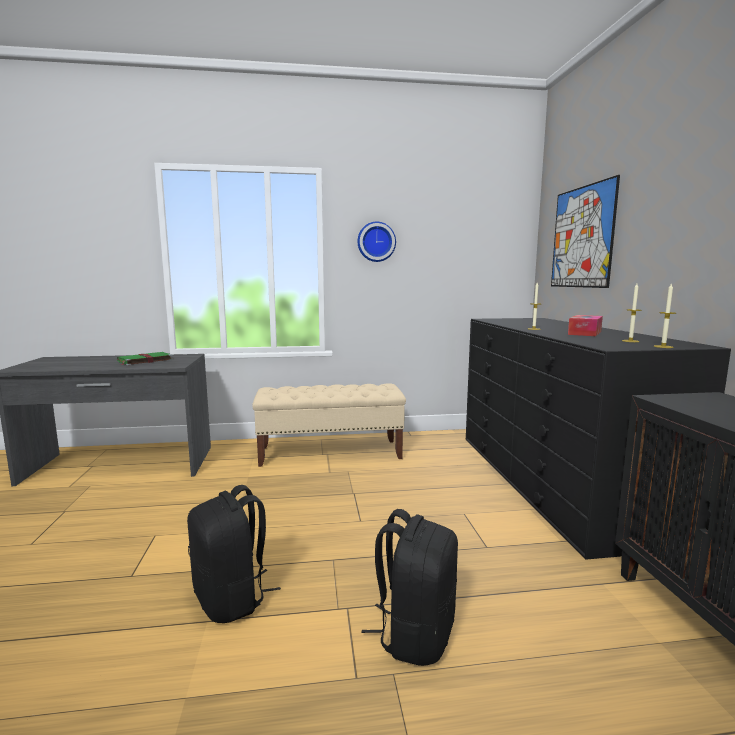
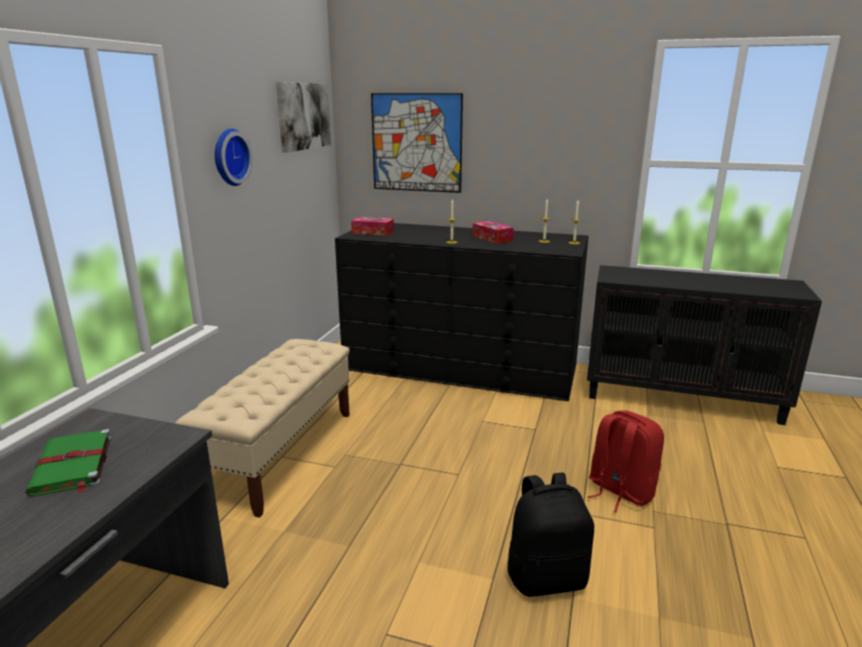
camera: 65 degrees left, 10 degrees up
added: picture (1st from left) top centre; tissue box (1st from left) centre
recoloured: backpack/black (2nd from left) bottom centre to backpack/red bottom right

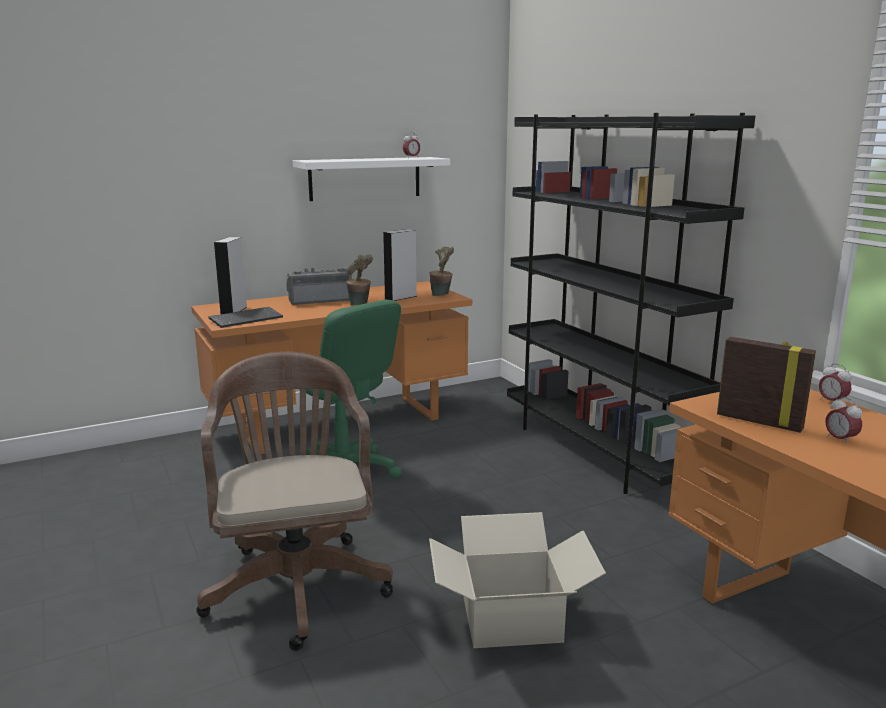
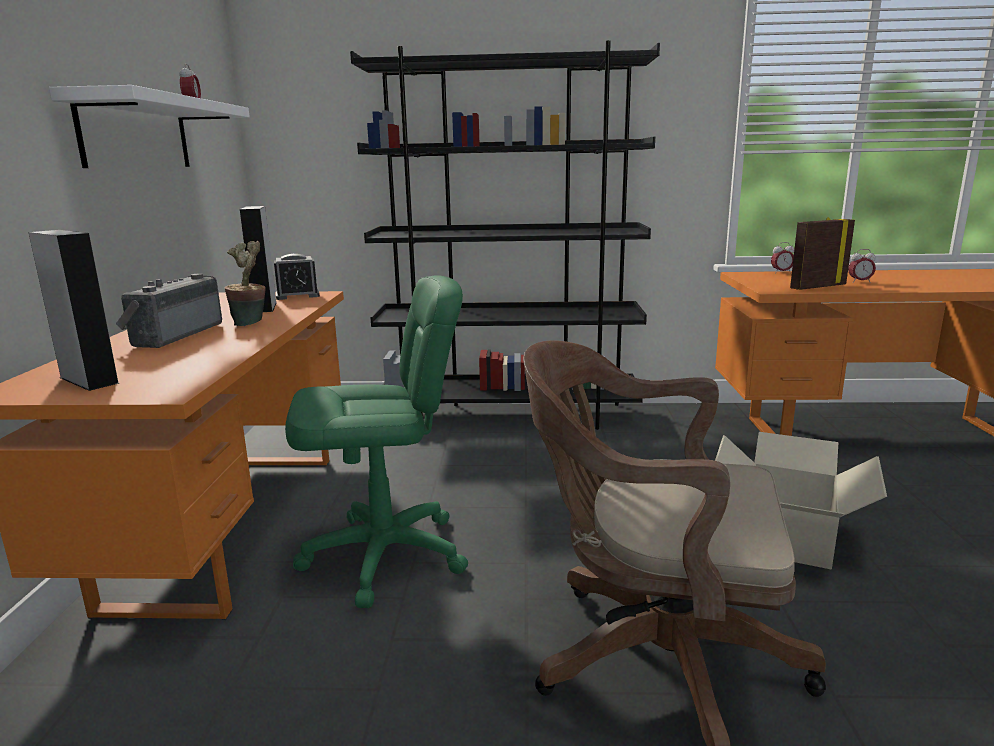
camera: 60 degrees left, 0 degrees up
removed: keyboard middle left
replaced: potted plant (2nd from left) centre to alarm clock (2nd from left) middle left

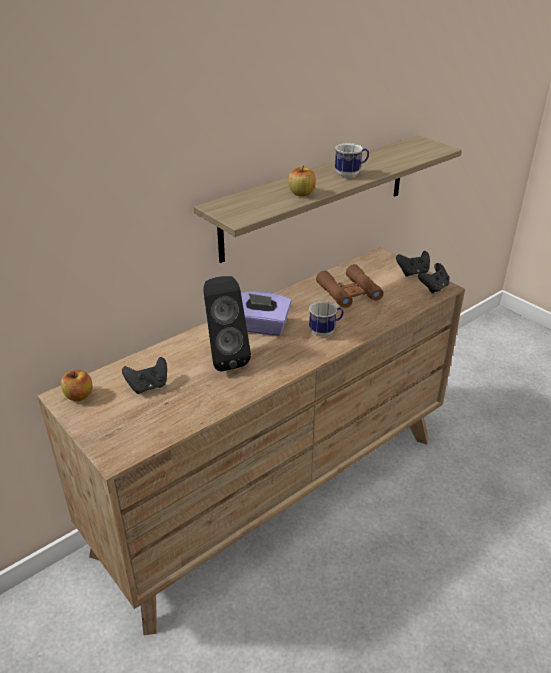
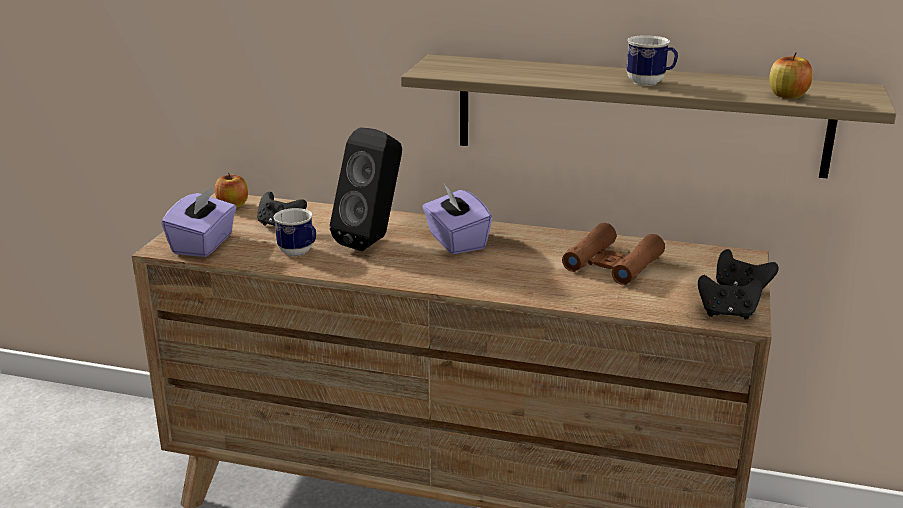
camera: 55 degrees right, 10 degrees down
added: tissue box/purple (1st from left) middle left
moved: apple (2nd from left) top centre to top right; mug (1st from left) centre to middle left

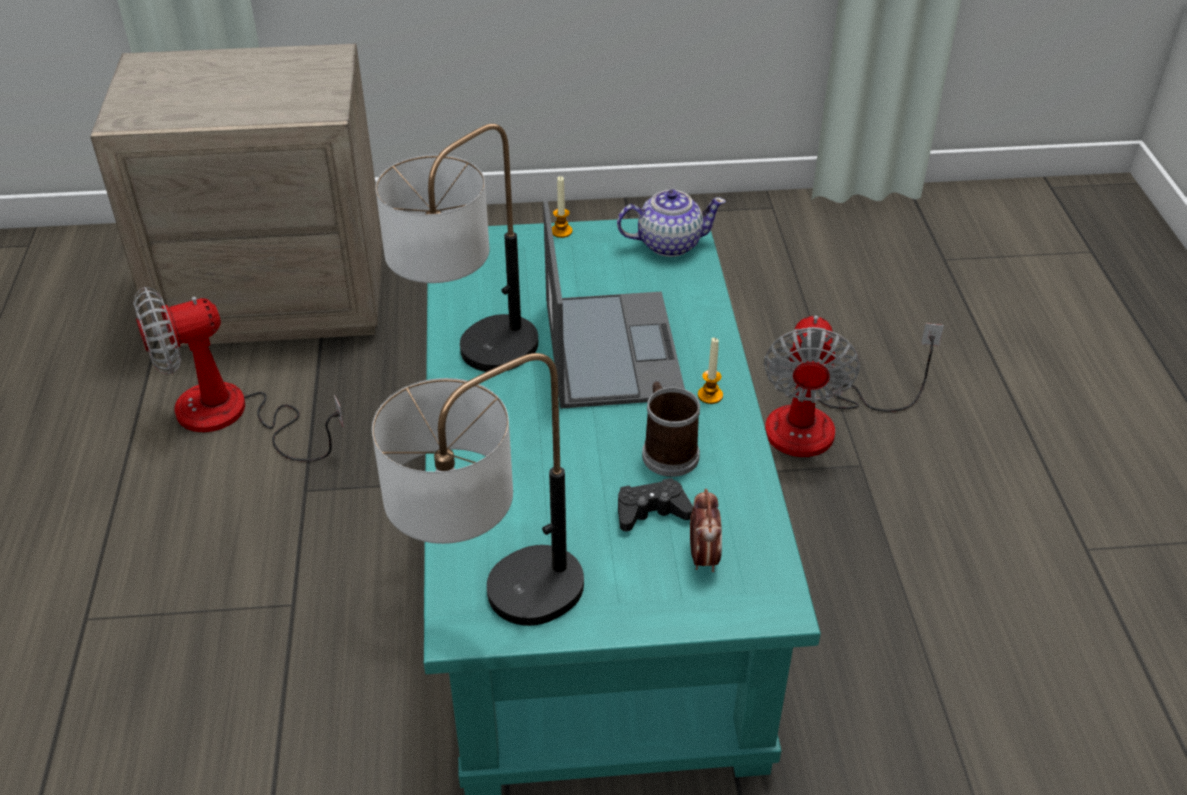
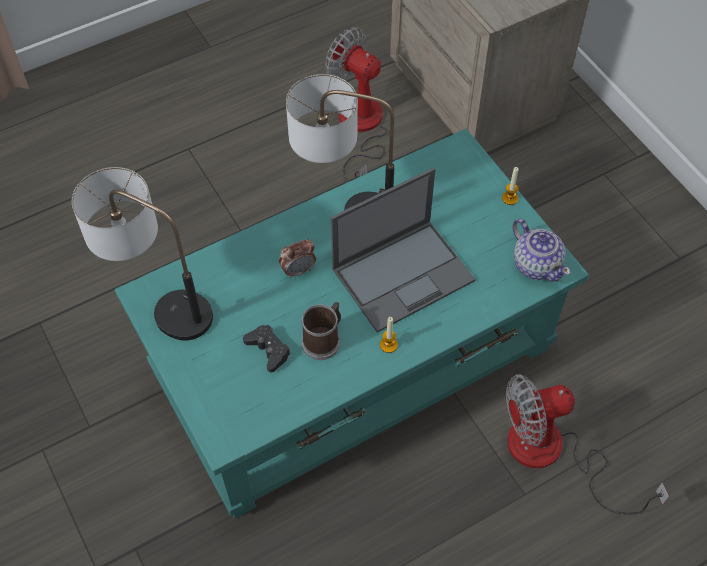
camera: 65 degrees right, 15 degrees up
moved: alarm clock bottom centre to centre

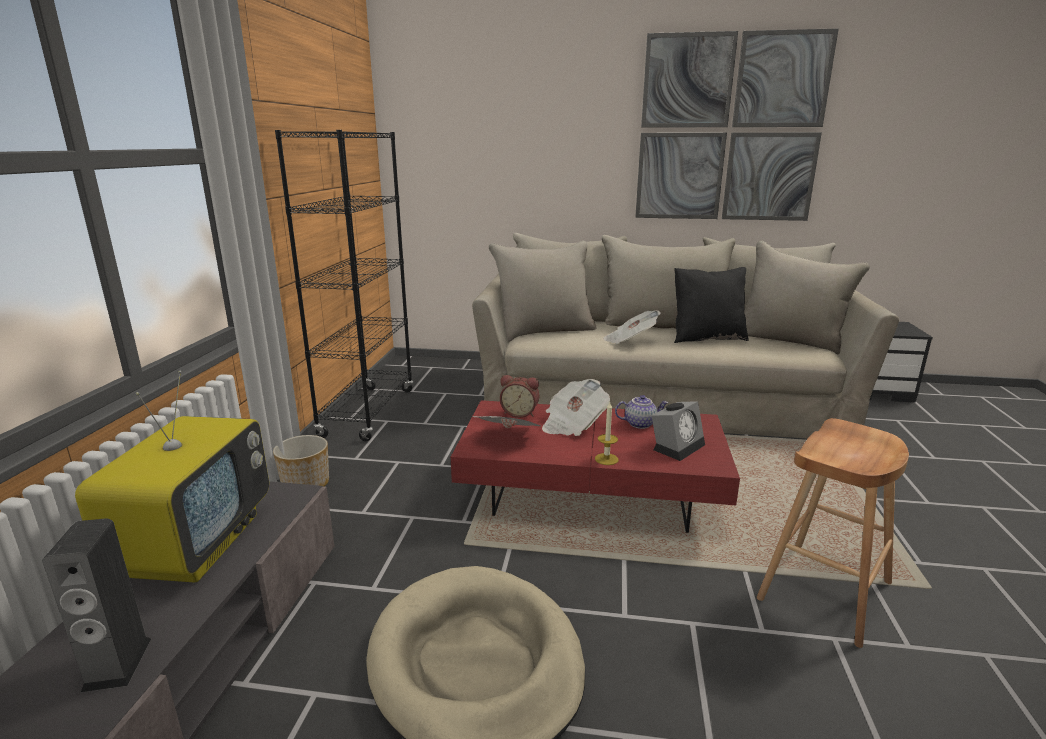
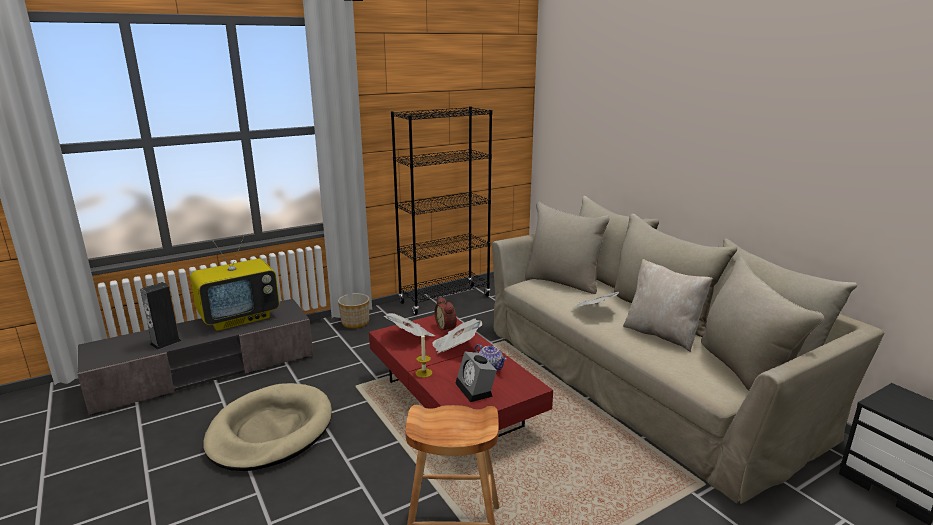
camera: 50 degrees right, 0 degrees up
removed: picture top right
recoloured: pillow/black middle right to pillow/beige middle right
turned: alarm clock (2nd from left) centre = bottom centre 60 degrees clockwise

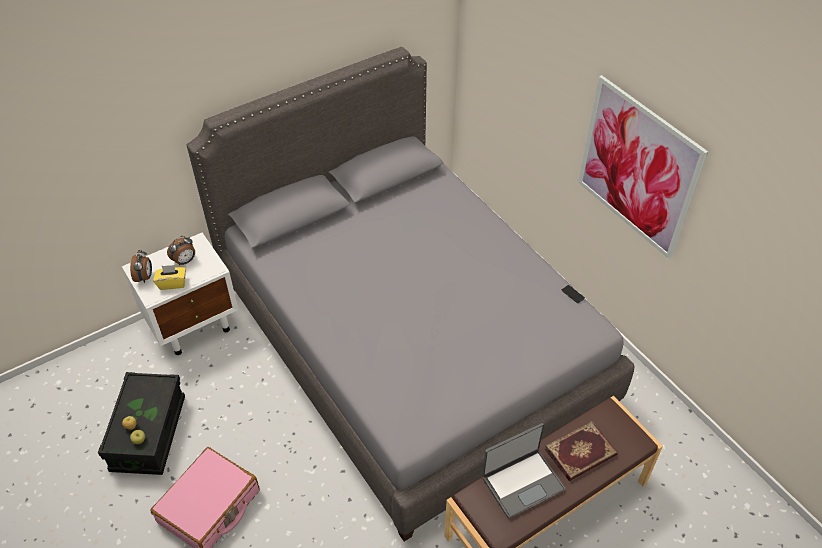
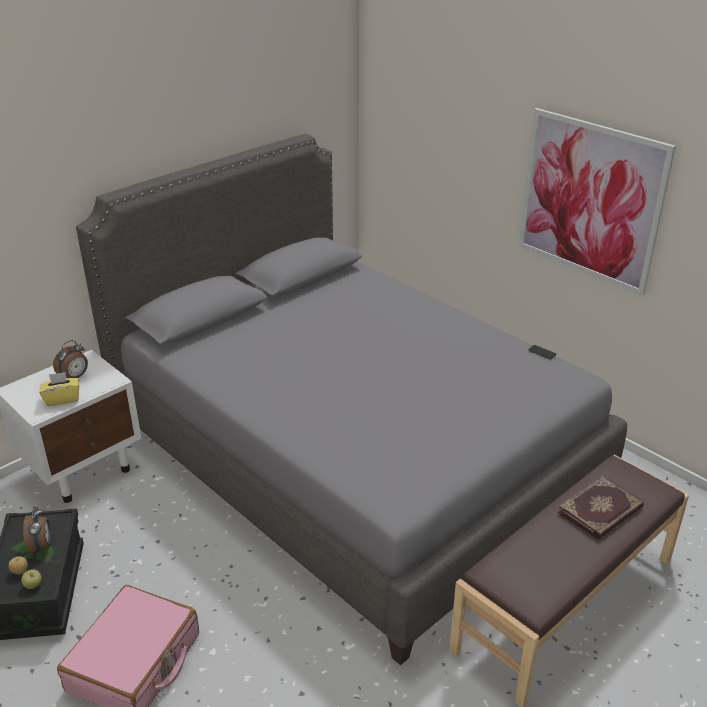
camera: 10 degrees left, 15 degrees down
removed: laptop bottom centre
moved: alarm clock (1st from left) middle left to bottom left

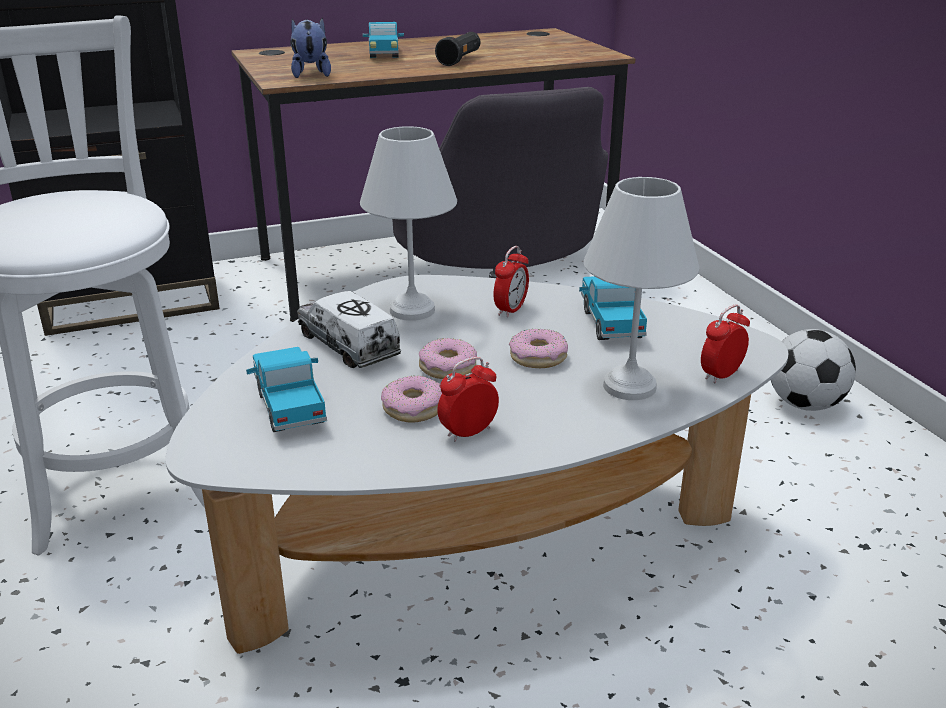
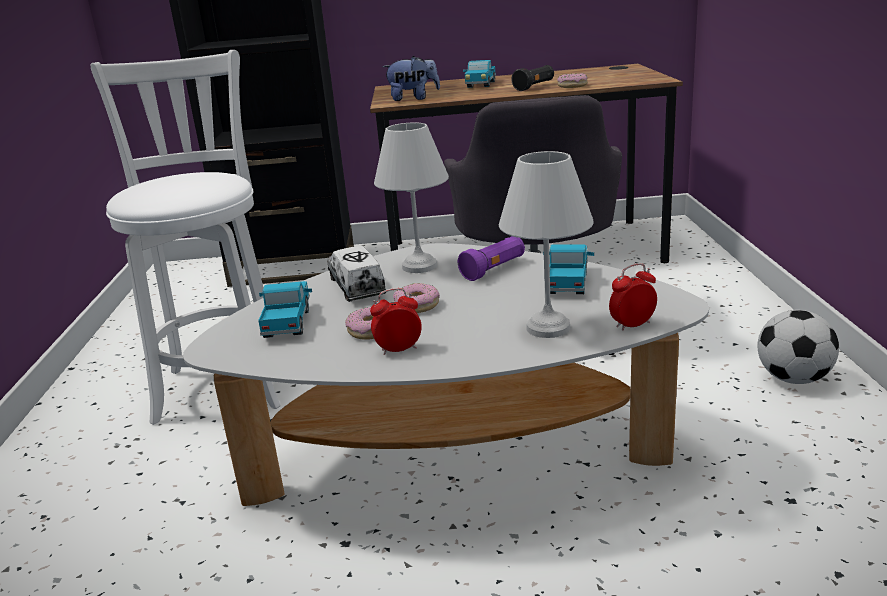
camera: 20 degrees right, 5 degrees down
moved: donut (3rd from left) centre to top centre
replaced: alarm clock (2nd from left) centre to flashlight/purple centre
turned: plush toy top left = top centre 75 degrees clockwise

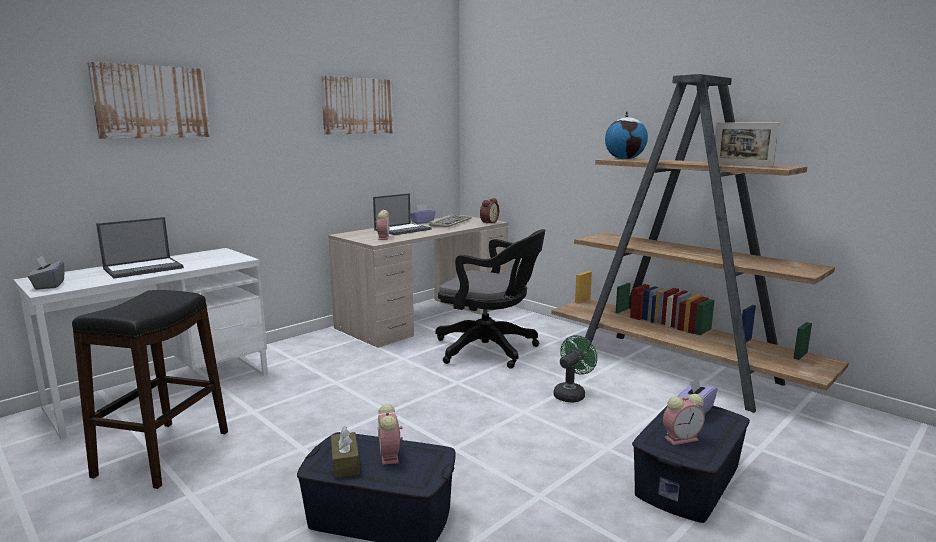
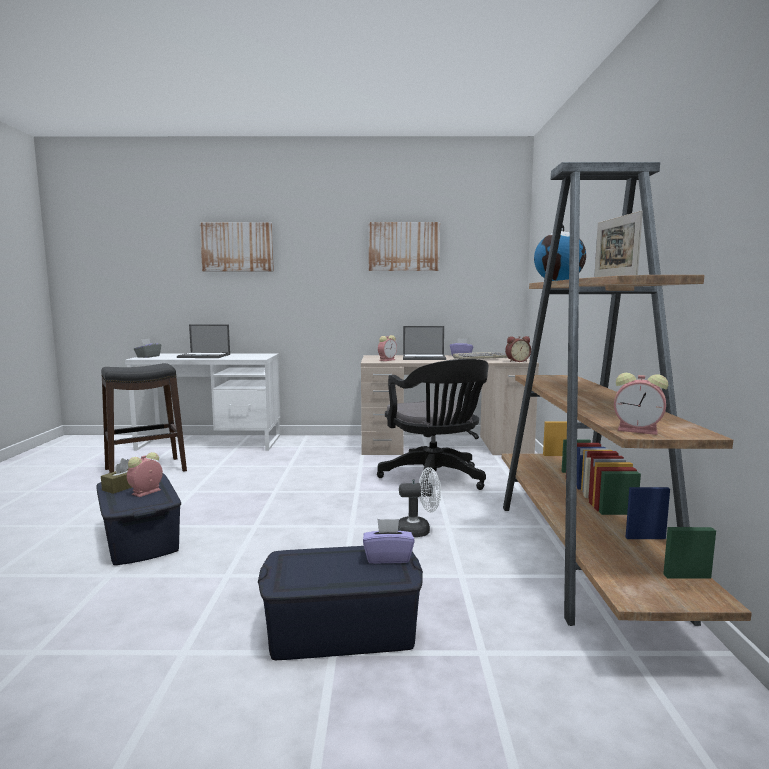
camera: 45 degrees right, 5 degrees down
moved: alarm clock (4th from left) bottom right to middle right
recoloured: fan/green bottom centre to fan/white centre

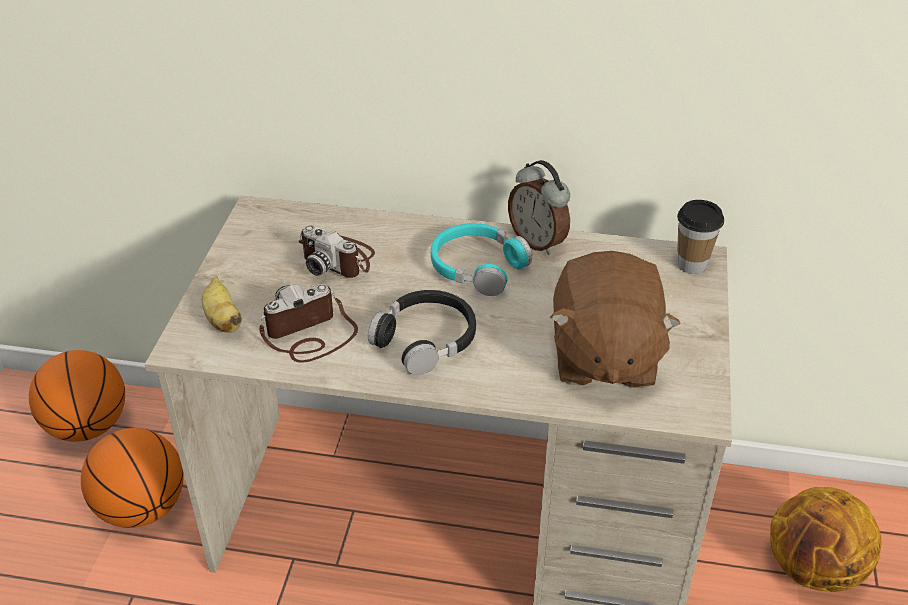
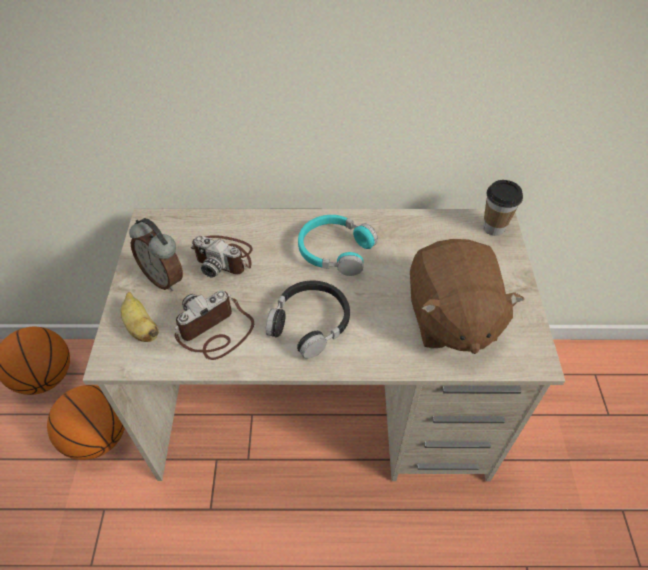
camera: 10 degrees left, 10 degrees up
removed: basketball (3rd from left) bottom right
moved: alarm clock centre to middle left

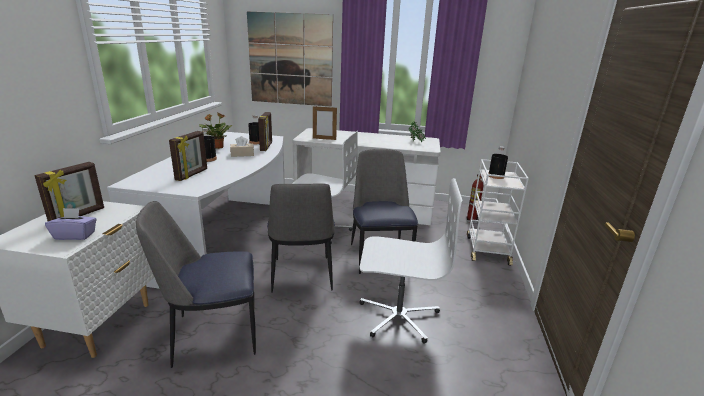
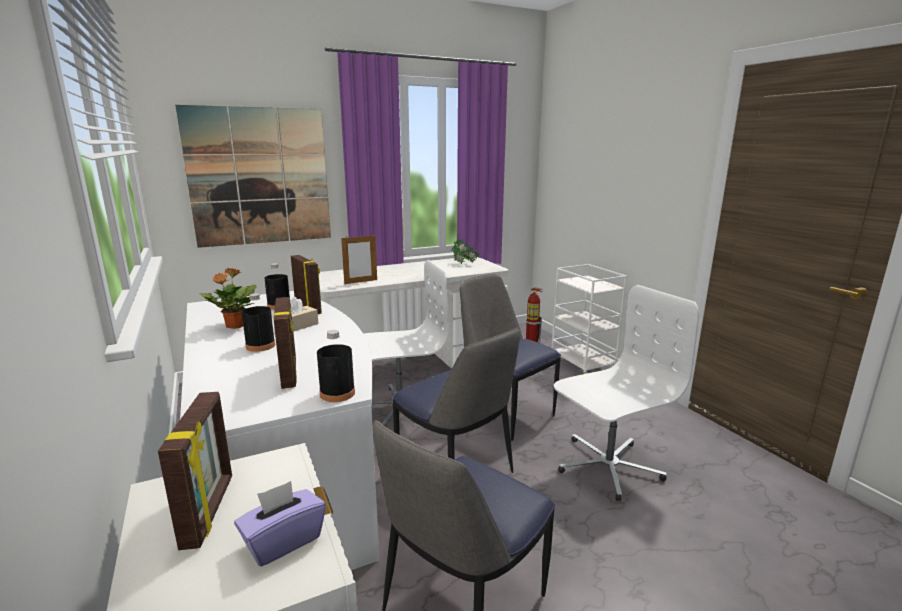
camera: 35 degrees left, 5 degrees down
moved: bottle/black (3rd from left) middle right to centre

